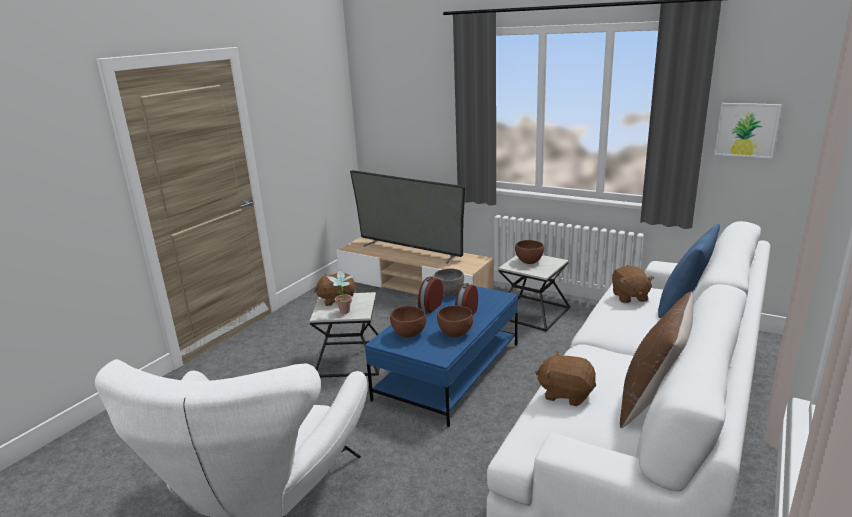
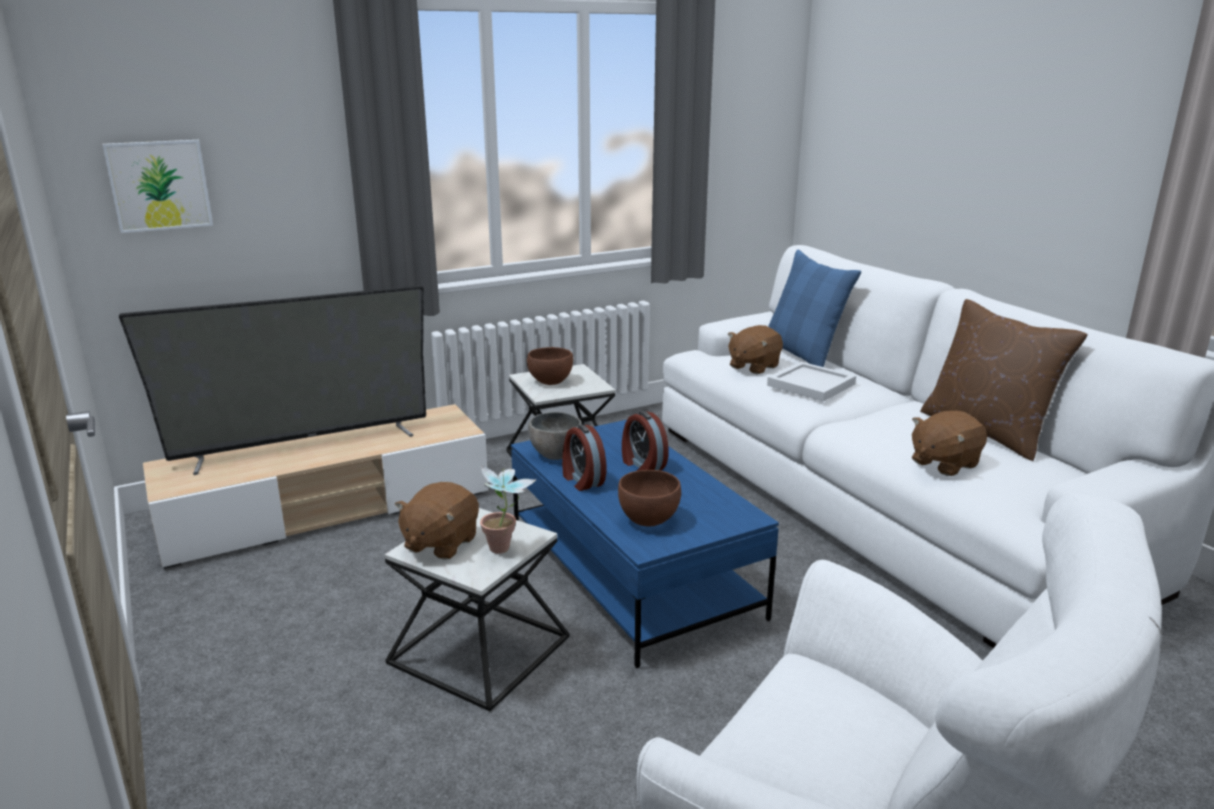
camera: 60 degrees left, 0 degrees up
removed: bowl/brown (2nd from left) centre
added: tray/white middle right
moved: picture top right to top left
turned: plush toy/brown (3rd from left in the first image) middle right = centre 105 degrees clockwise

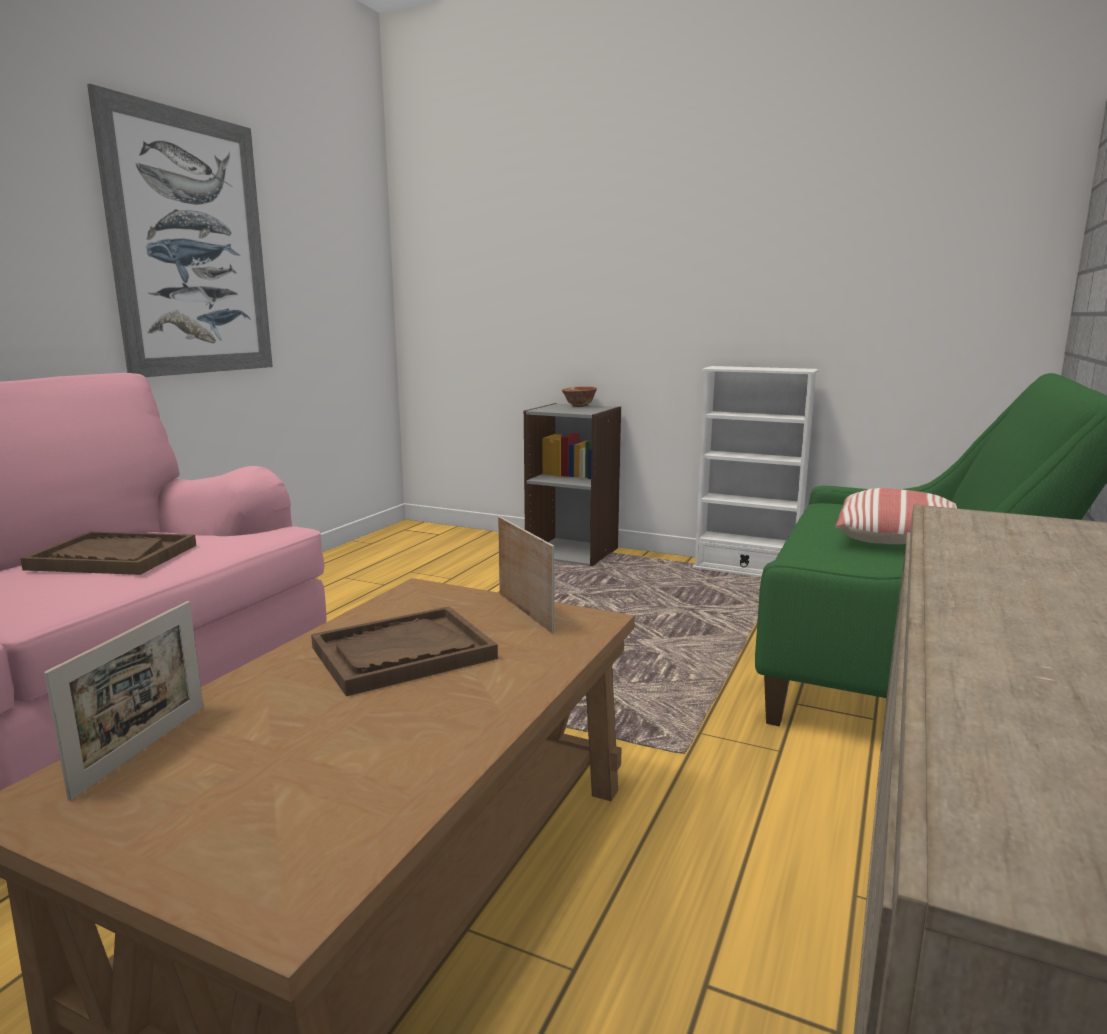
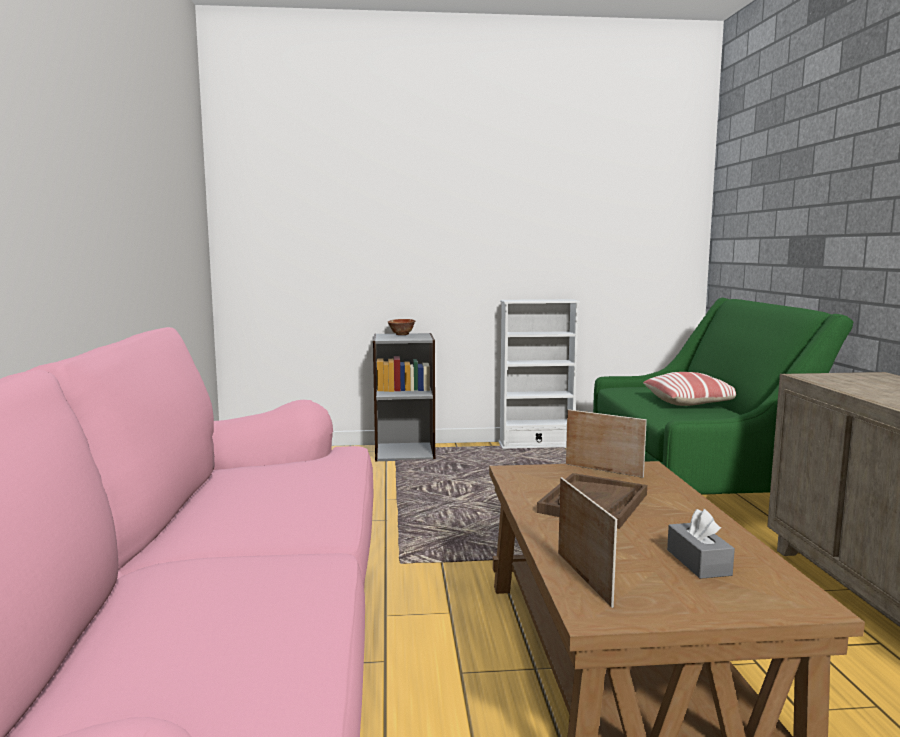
camera: 30 degrees left, 5 degrees down
removed: tray/brown (1st from left) middle left; picture top left
added: tissue box/grey bottom right

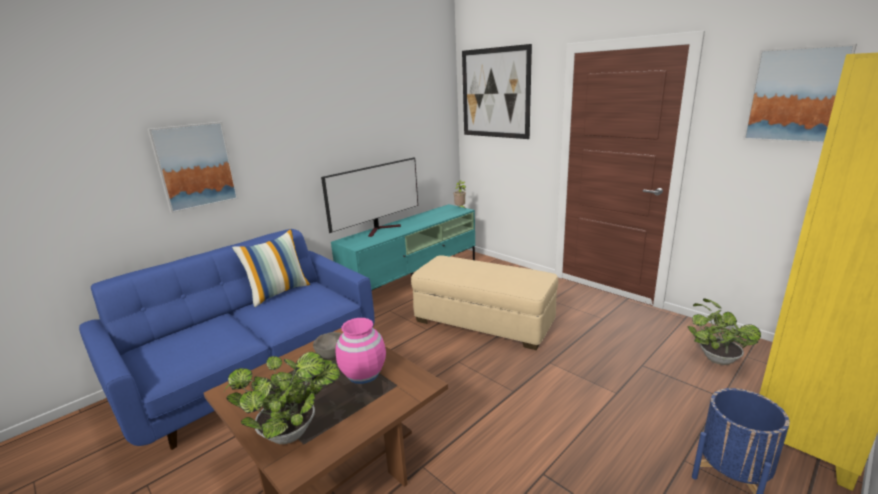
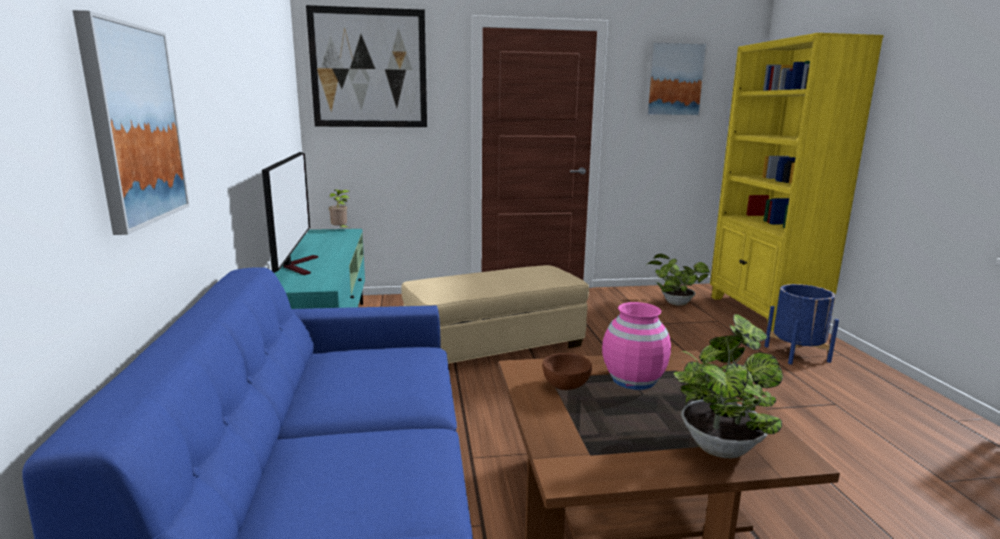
camera: 55 degrees left, 5 degrees down
removed: pillow middle left
recoloured: bowl/grey bottom centre to bowl/brown bottom centre

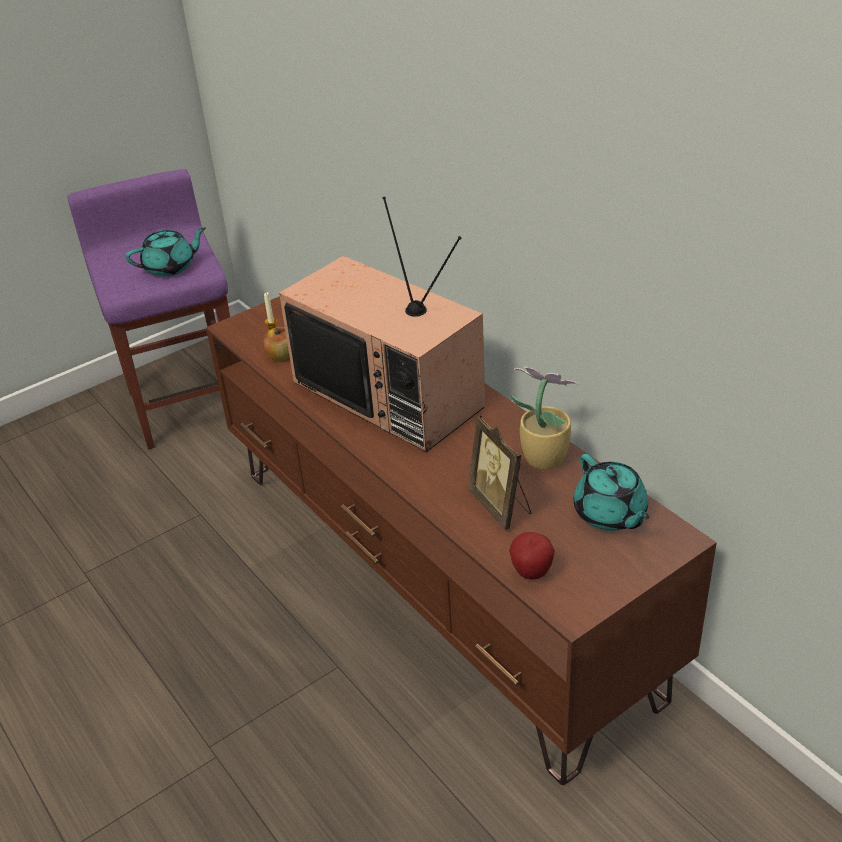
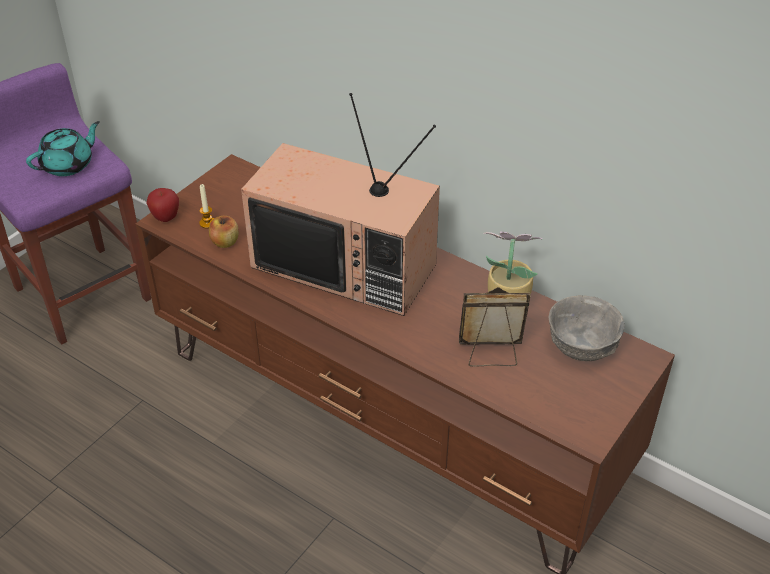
camera: 20 degrees left, 5 degrees up
moved: apple (2nd from left in the first image) centre to apple (1st from left) middle left
replaced: teapot/turquoise (2nd from left) middle right to bowl/grey middle right
turned: picture frame centre = centre 135 degrees clockwise

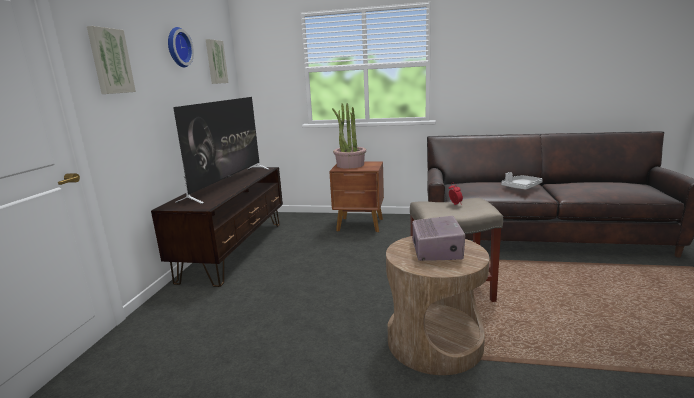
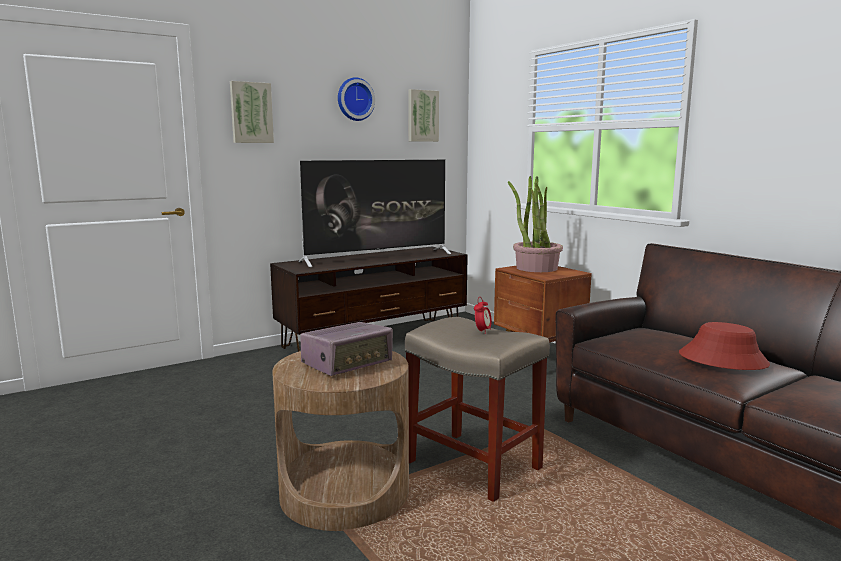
camera: 45 degrees right, 5 degrees down
replaced: tray/grey middle right to hat/red middle right

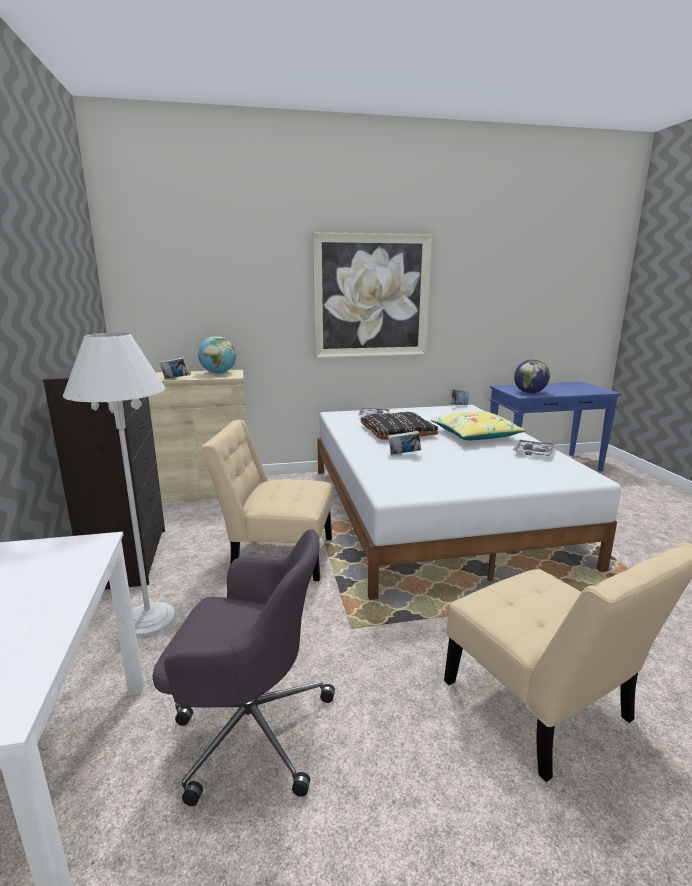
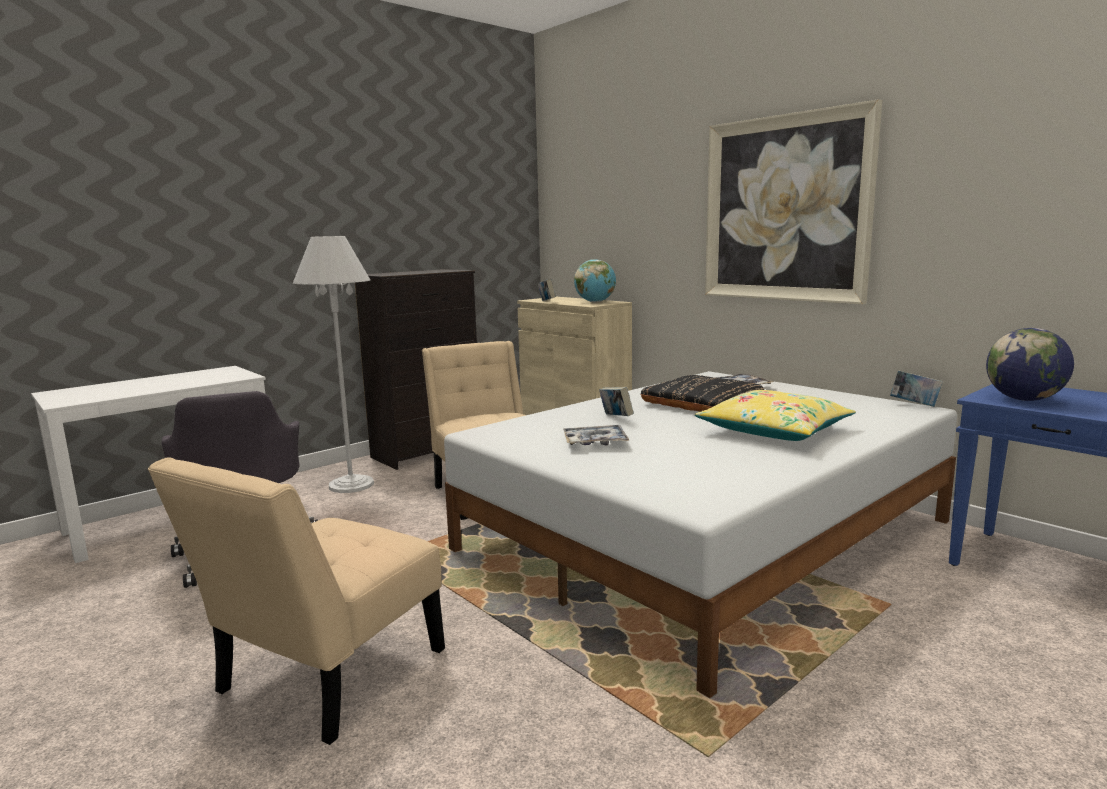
camera: 60 degrees right, 5 degrees down
moved: tray (2nd from left in the first image) middle right to tray (1st from left) centre

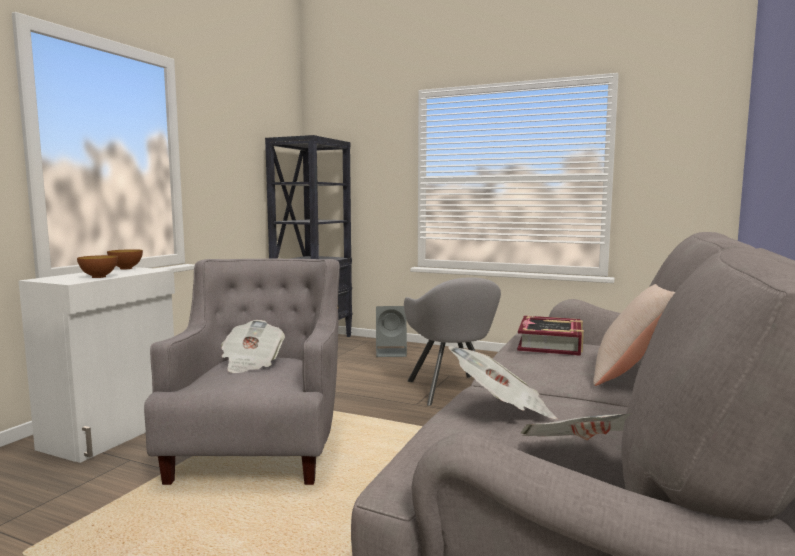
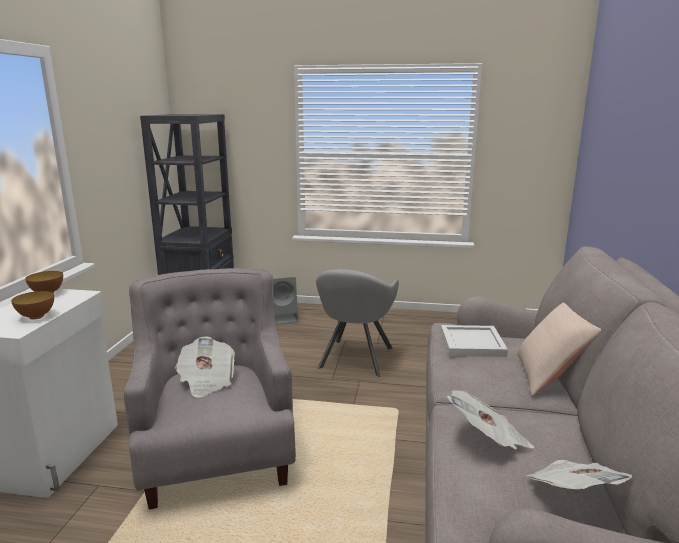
camera: 15 degrees left, 10 degrees up
replaced: book middle right to tray/white middle right
turned: armchair/grey (2nd from left) centre = centre 45 degrees clockwise

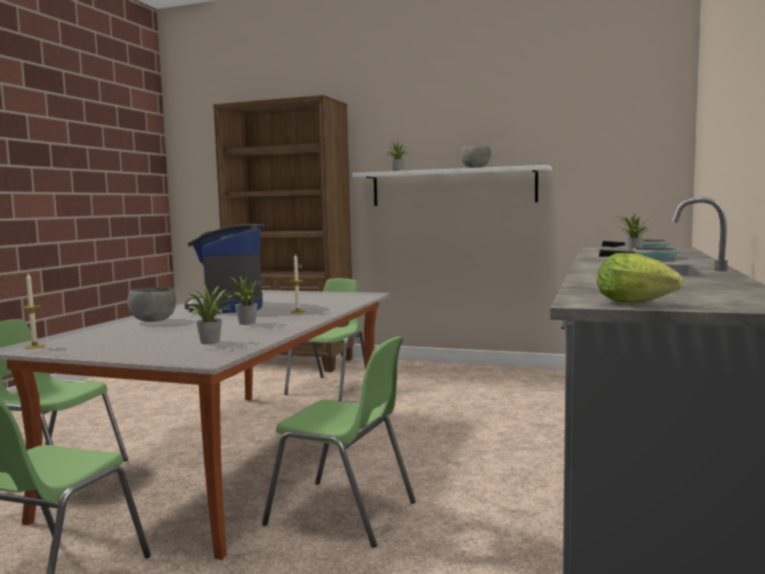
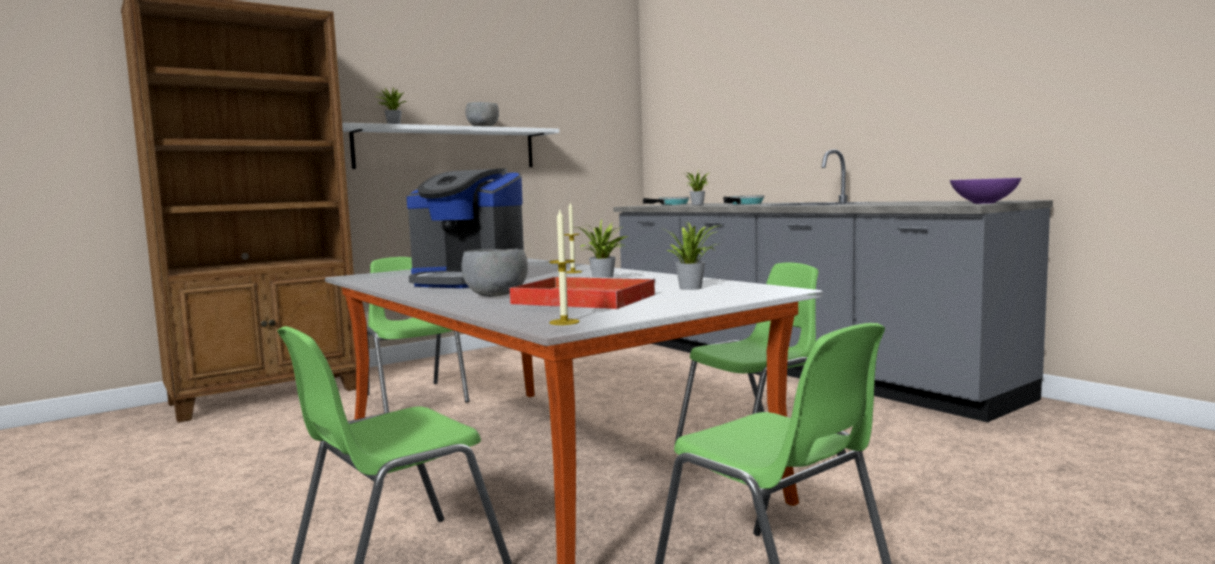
camera: 55 degrees left, 0 degrees up
added: tray/red centre
replaced: lettuce middle right to bowl/purple middle right

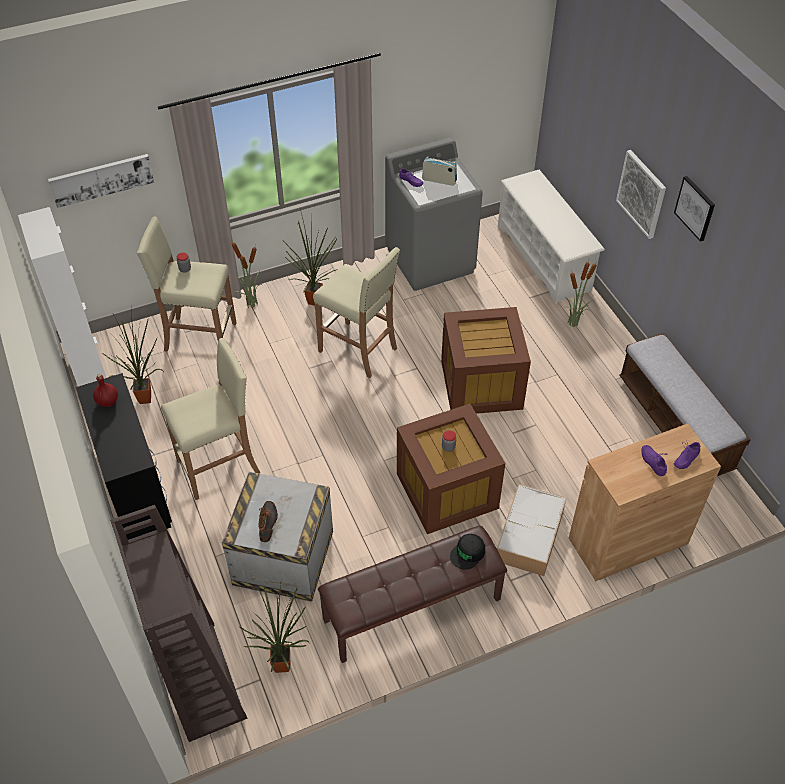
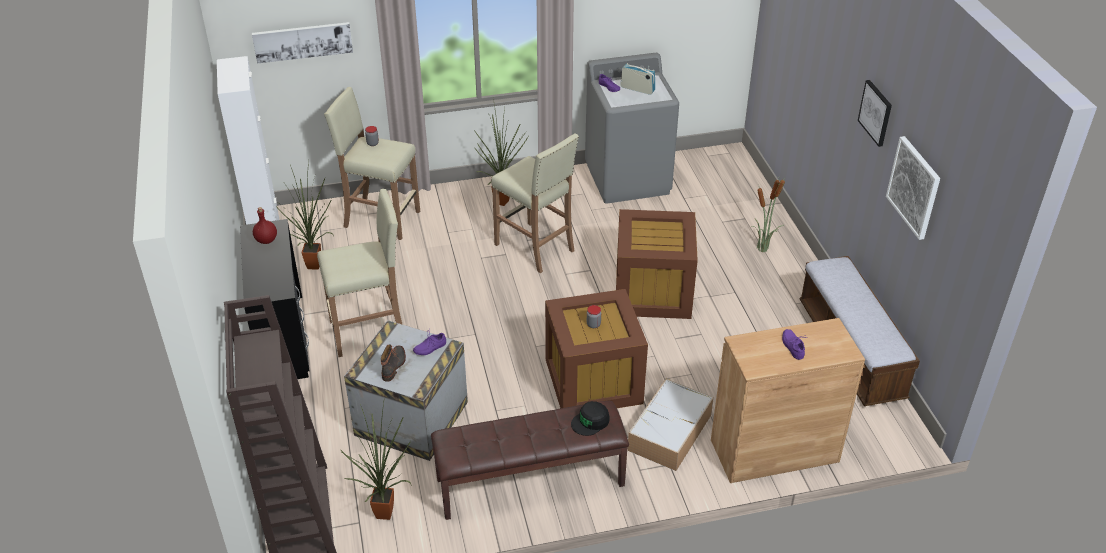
camera: 10 degrees right, 10 degrees down
removed: potted plant (2nd from left) middle left; shoe rack/white top right
moved: picture (2nd from left in the first image) top right to picture (3rd from left) middle right; shoe/purple (3rd from left in the first image) middle right to shoe/purple (1st from left) centre

